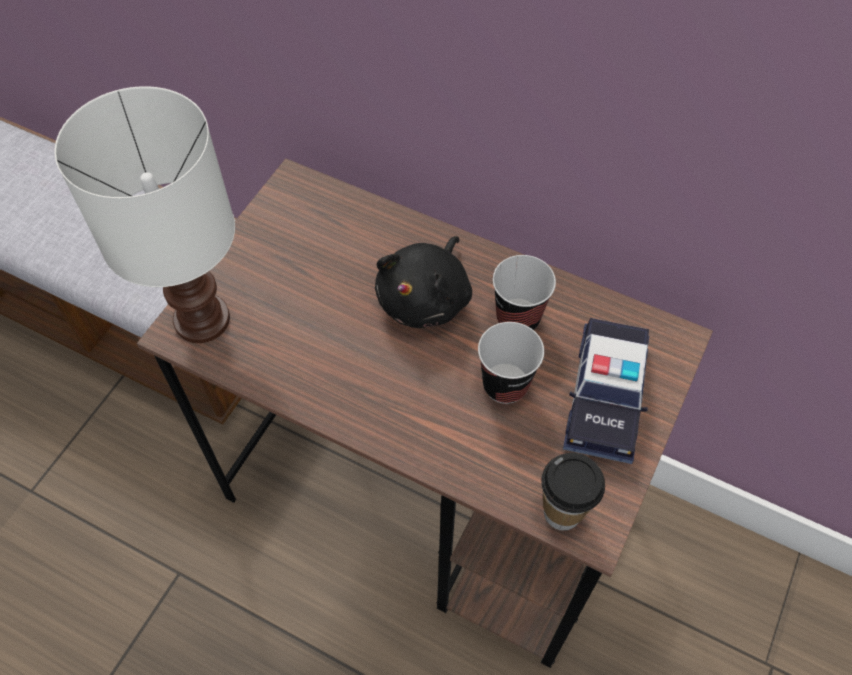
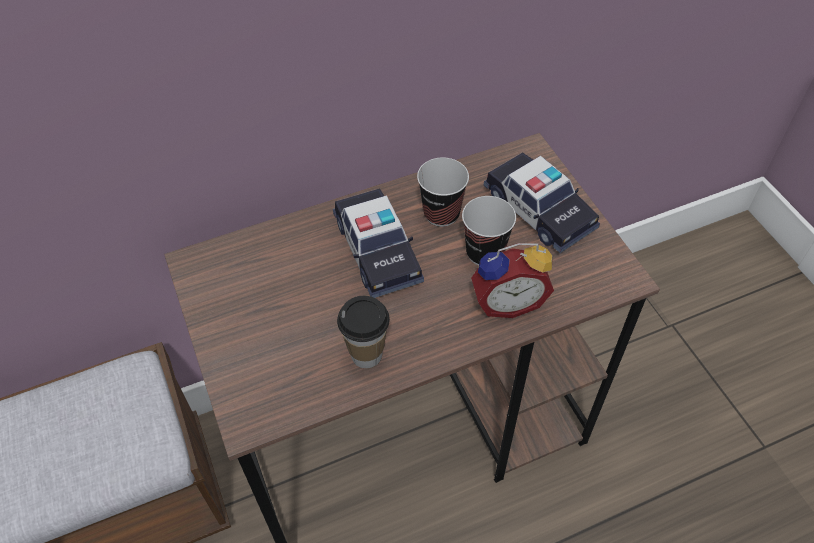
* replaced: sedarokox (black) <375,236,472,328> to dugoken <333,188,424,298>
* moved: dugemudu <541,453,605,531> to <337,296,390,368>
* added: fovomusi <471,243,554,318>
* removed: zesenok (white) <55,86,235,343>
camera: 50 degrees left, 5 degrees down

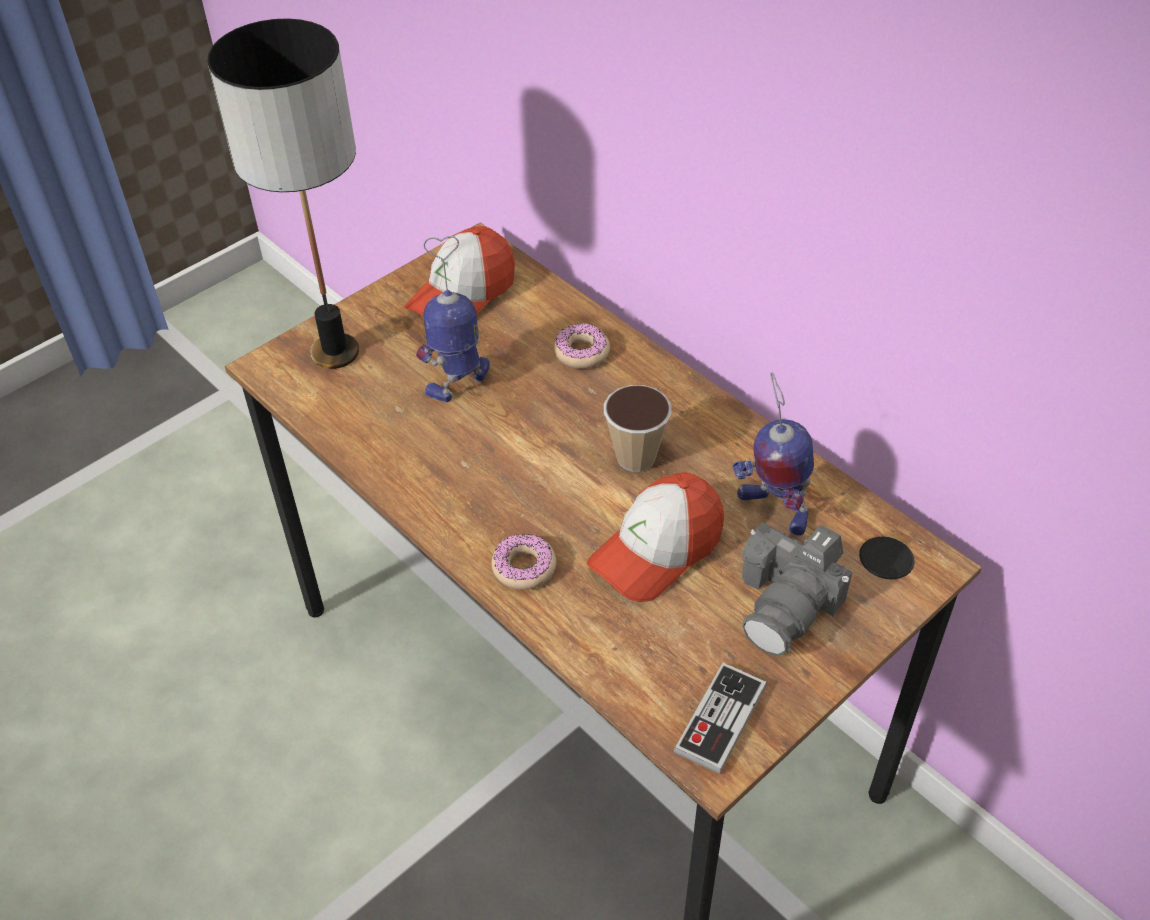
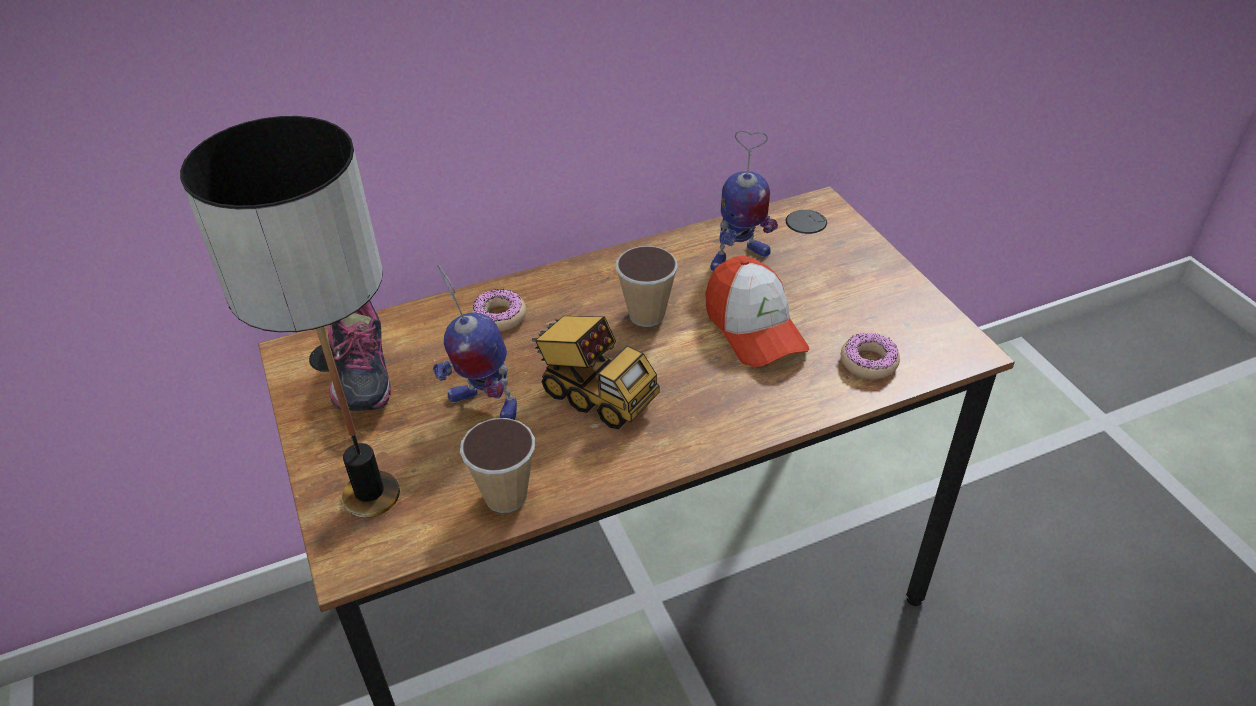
* replaced: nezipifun <404,226,515,316> to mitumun <328,301,391,411>
* turned: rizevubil <416,236,490,402> = <433,265,517,420> 45 degrees counterclockwise
* added: dugemudu <460,418,535,513>
* added: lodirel <532,316,659,429>
* moved: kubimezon <491,534,556,590> to <841,333,900,379>
* removed: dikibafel <674,663,767,774>
* removed: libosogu <742,522,852,655>
camera: 70 degrees left, 5 degrees down

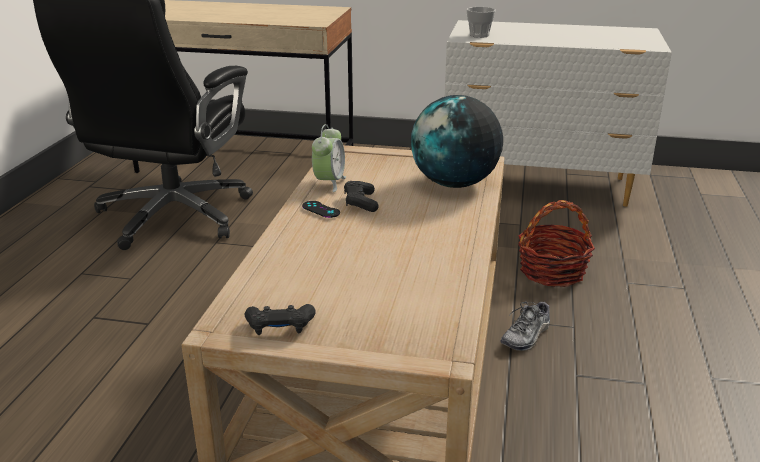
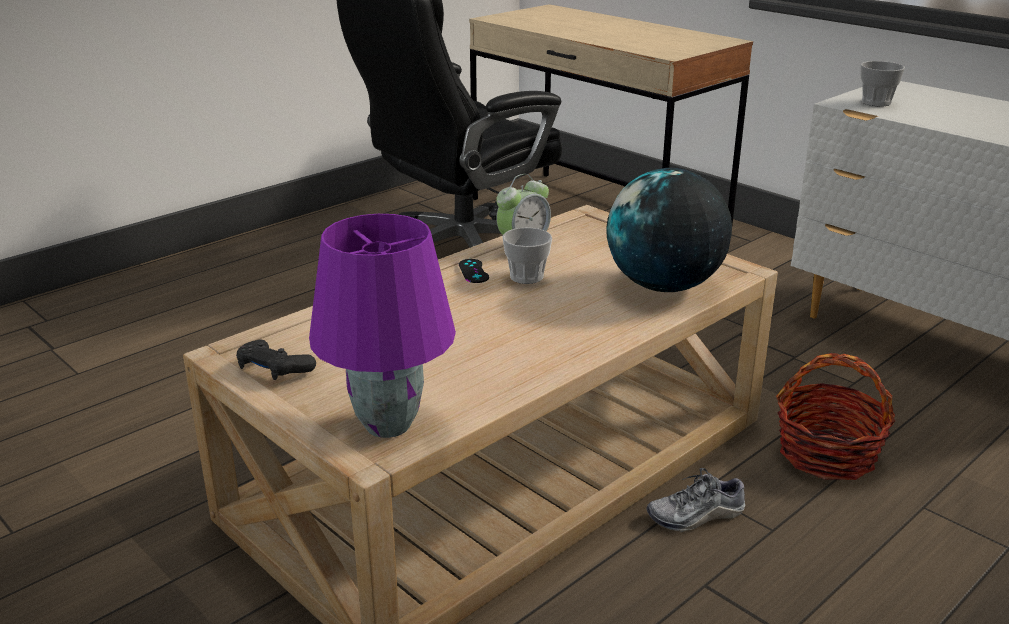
* added: zesenok (purple) <309,214,456,438>
* replaced: dikibafel (black) <344,181,379,212> to dugemudu <502,227,552,284>
camera: 35 degrees right, 0 degrees up

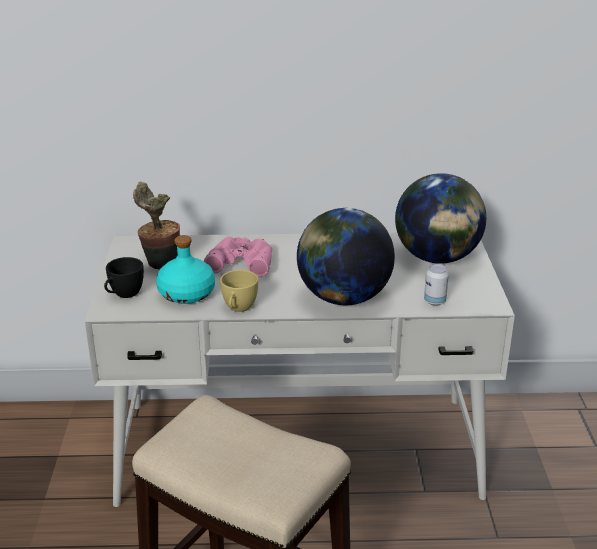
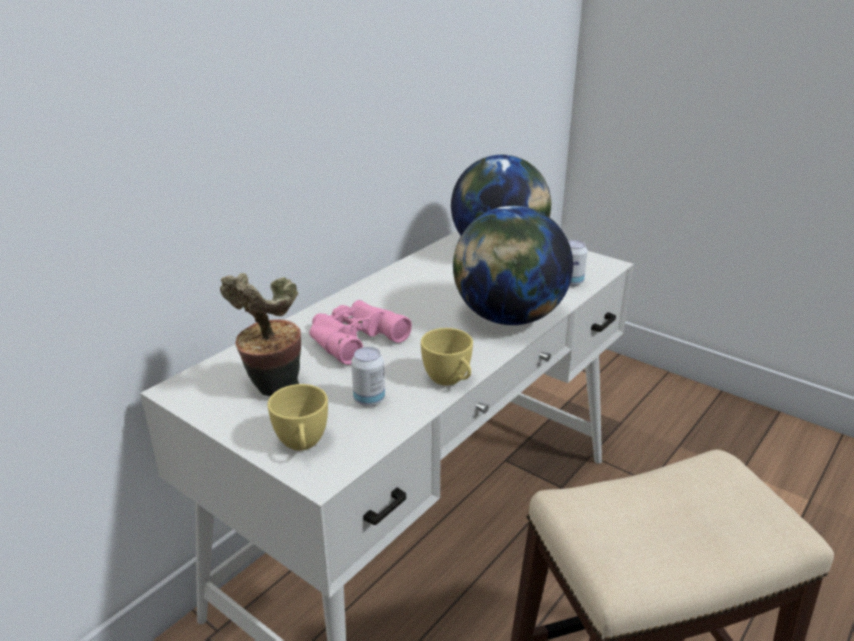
* recoloured: dugemudu (black) <104,257,144,298> to dugemudu (yellow) <268,384,328,451>
* replaced: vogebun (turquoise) <156,235,215,304> to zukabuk <351,347,385,407>
camera: 50 degrees left, 0 degrees up

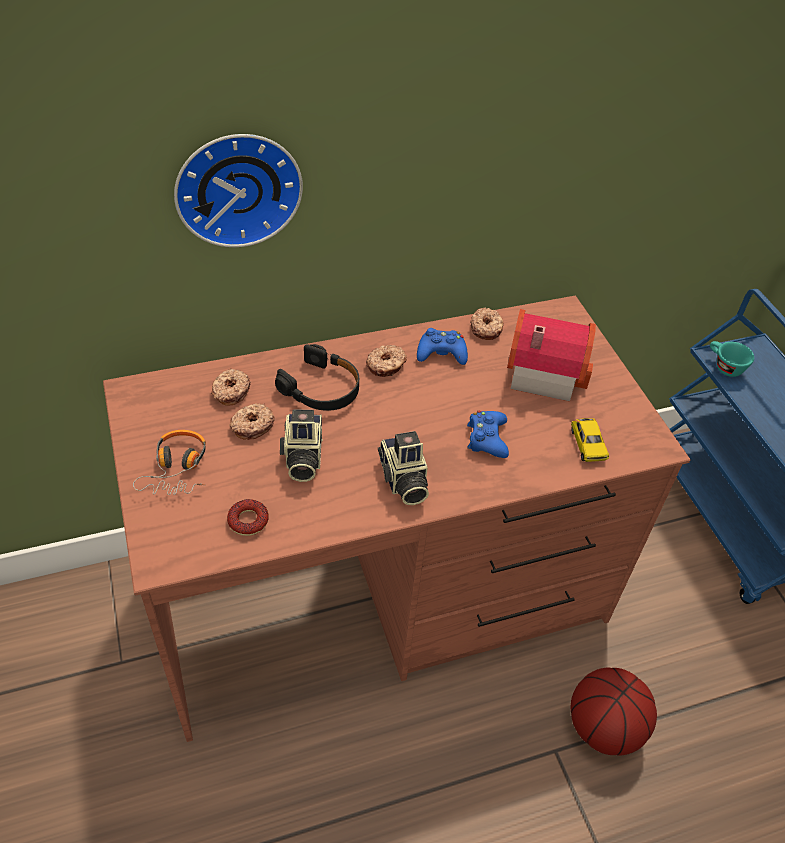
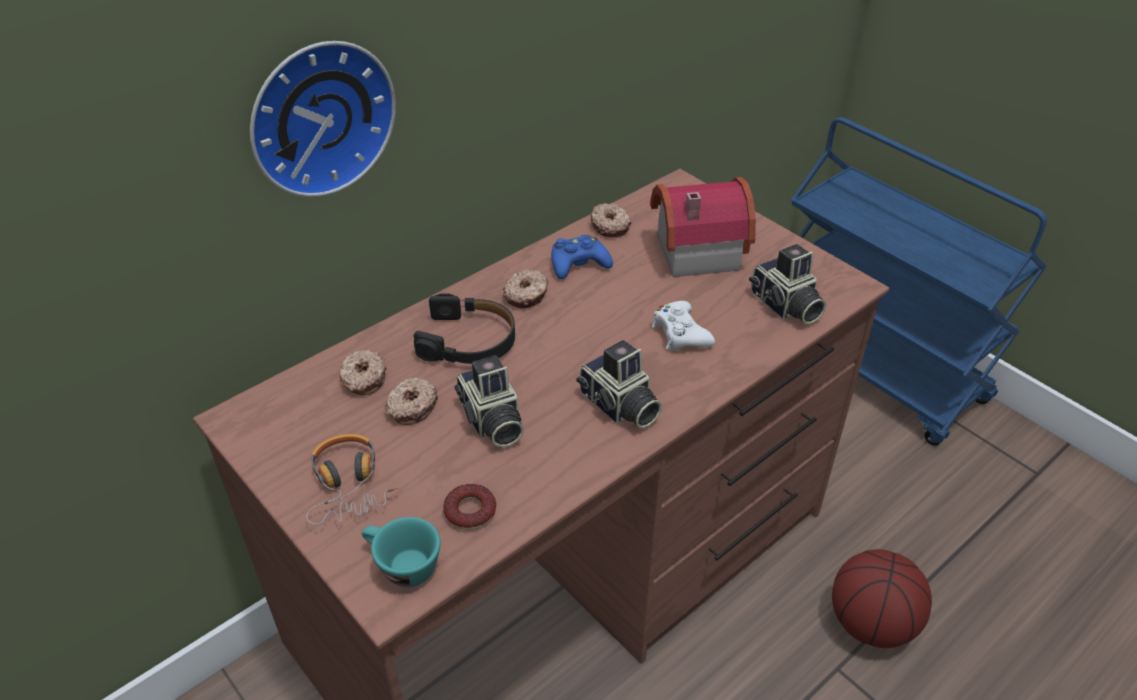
* moved: dugemudu (turquoise) <710,341,754,377> to <362,517,441,587>
* recoloured: dikibafel (blue) <467,411,509,458> to dikibafel (white) <652,301,715,351>
* replaced: dugoken <571,418,609,462> to libosogu <749,244,826,324>
camera: 20 degrees left, 5 degrees down

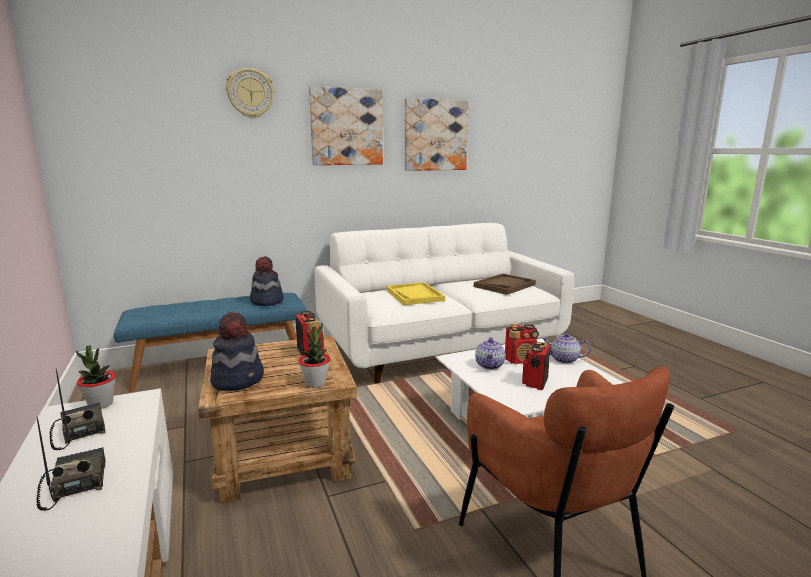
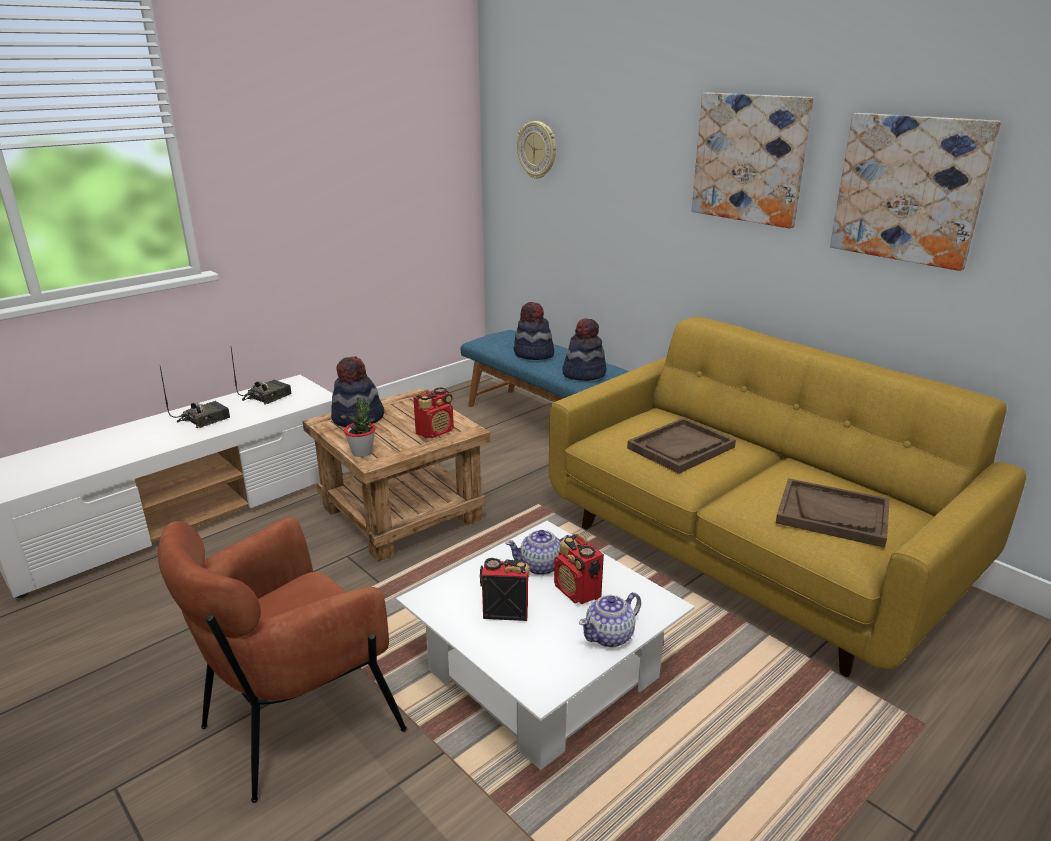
* added: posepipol <514,302,554,360>
* moved: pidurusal <226,68,275,118> to <517,121,556,179>
* recoloured: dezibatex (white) <314,223,574,384> to dezibatex (yellow) <549,317,1026,677>
* turned: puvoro <542,333,591,364> = <579,592,641,647> 120 degrees counterclockwise
* recoloured: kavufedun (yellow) <387,282,445,305> to kavufedun (brown) <627,418,736,474>
* removed: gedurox <76,345,116,409>
camera: 70 degrees right, 10 degrees up

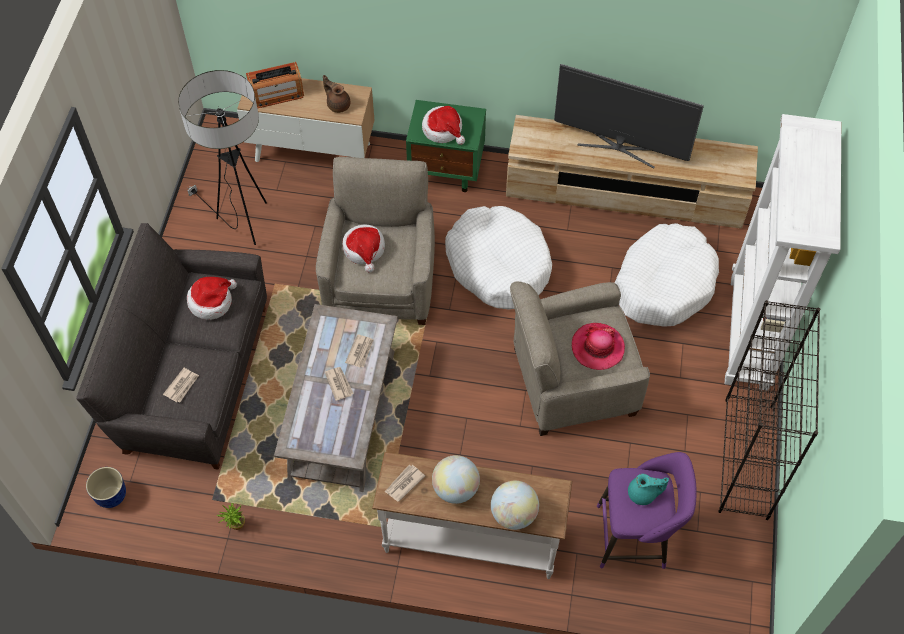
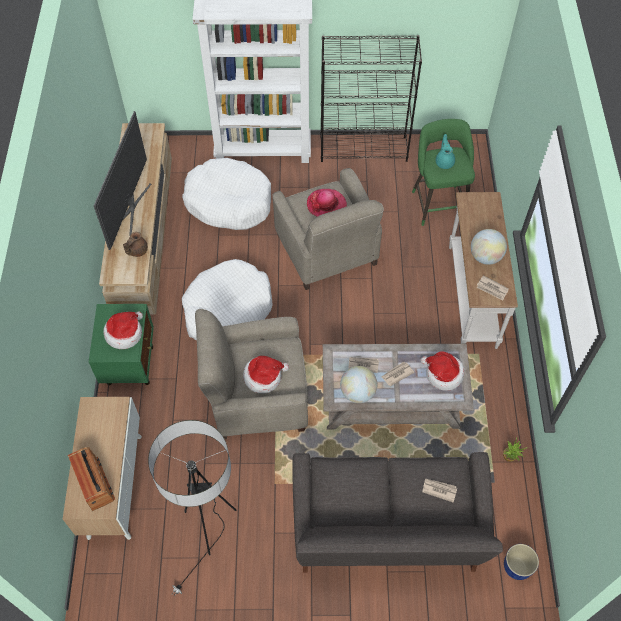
* moved: puvoro (brown) <323,75,351,113> to <123,232,148,257>
* moved: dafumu <491,481,539,530> to <340,366,377,403>
* recoloured: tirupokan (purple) <597,452,697,569> to tirupokan (green) <412,119,475,226>
* moved: posepipol <187,277,237,320> to <421,351,464,391>
camera: 100 degrees left, 0 degrees up

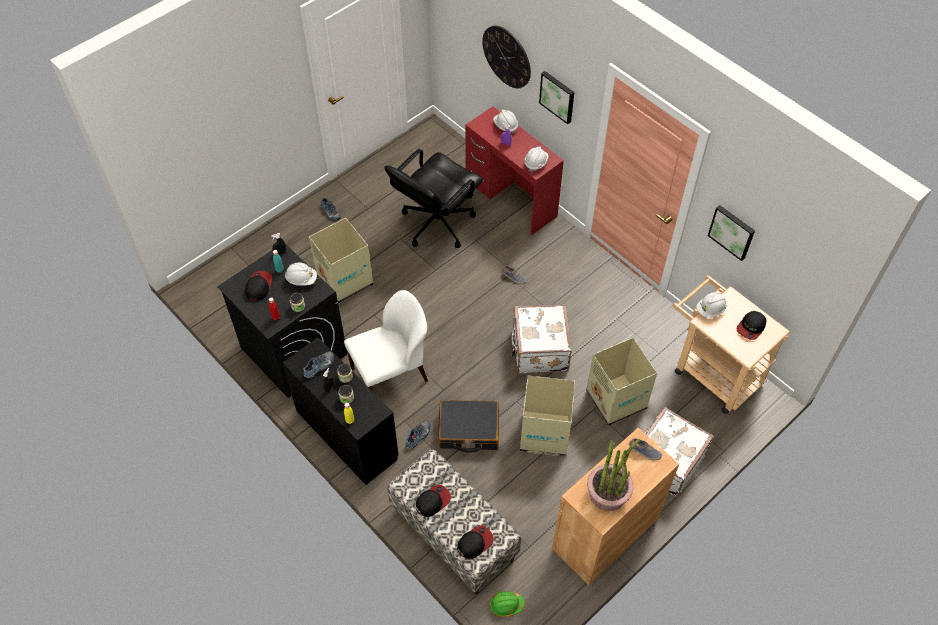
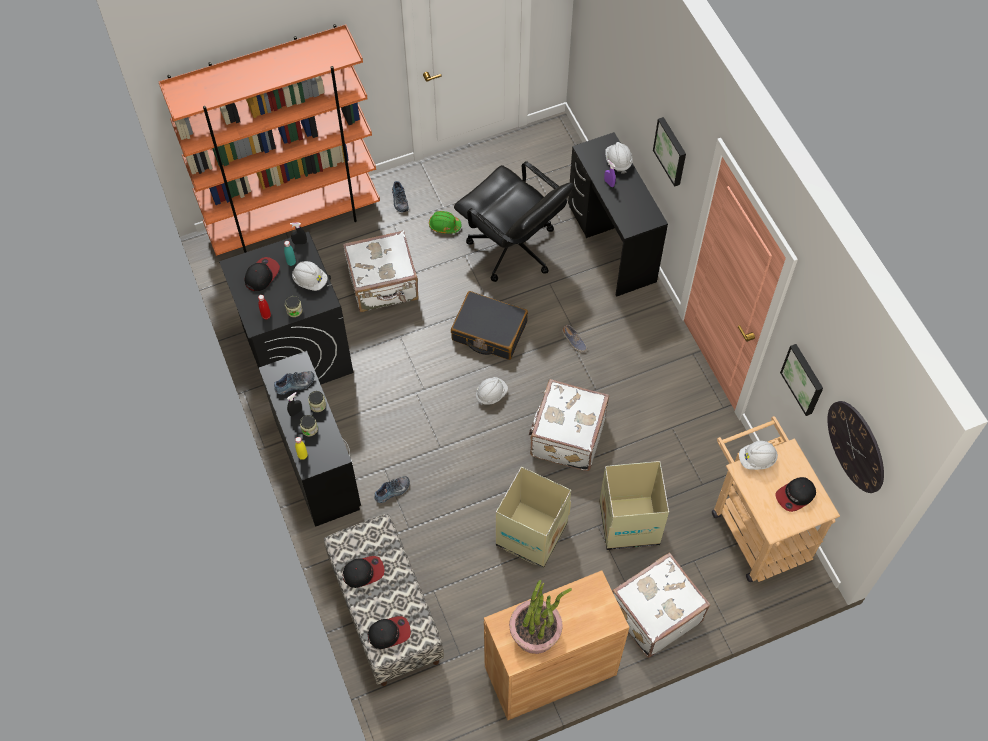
* added: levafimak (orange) <159,24,380,256>
* replaced: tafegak <309,218,373,304> to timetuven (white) <343,230,419,312>
* moved: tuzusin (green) <490,591,525,617> to <429,211,462,234>
* moved: timetuven (black) <439,400,499,453> to <451,291,528,360>
* turned: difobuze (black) <384,149,483,248> = <454,161,574,282> 105 degrees counterclockwise
* moved: tuzusin (white) <524,146,549,172> to <476,377,508,406>
* recoloured: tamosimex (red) <465,107,564,236> to tamosimex (black) <568,132,668,297>
* moved: pidurusal <482,26,531,88> to <828,401,884,493>
* removed: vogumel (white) <344,290,428,392>
* removed: mitumun <629,438,662,460>
camera: 20 degrees right, 5 degrees up

